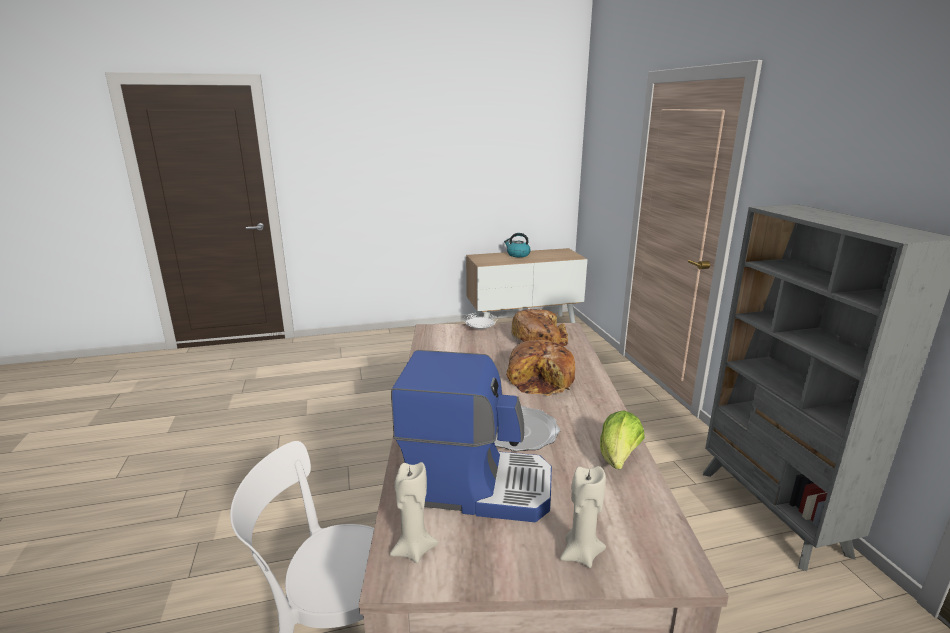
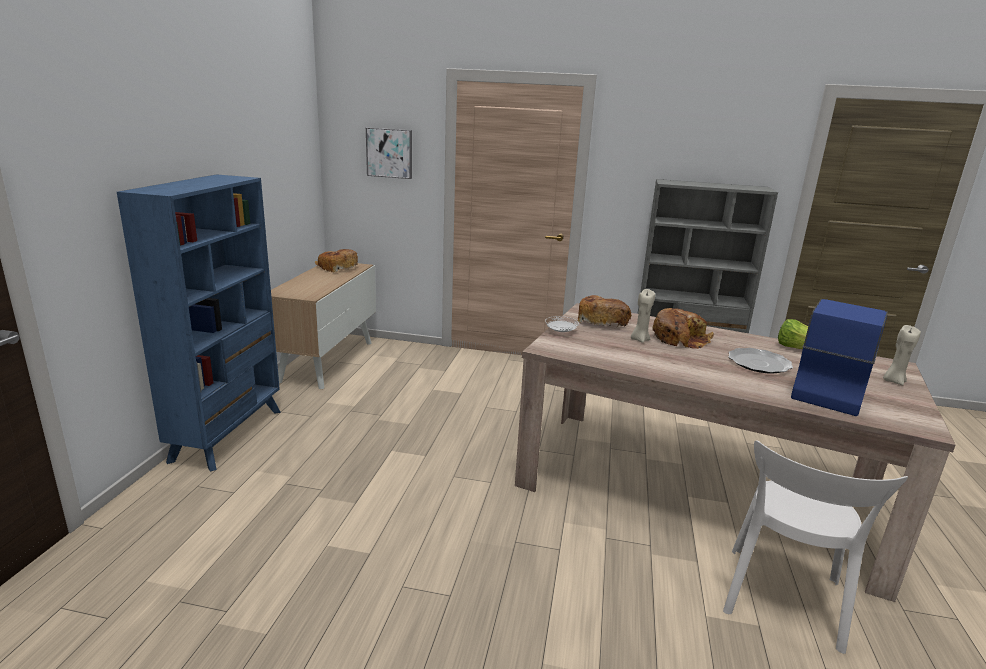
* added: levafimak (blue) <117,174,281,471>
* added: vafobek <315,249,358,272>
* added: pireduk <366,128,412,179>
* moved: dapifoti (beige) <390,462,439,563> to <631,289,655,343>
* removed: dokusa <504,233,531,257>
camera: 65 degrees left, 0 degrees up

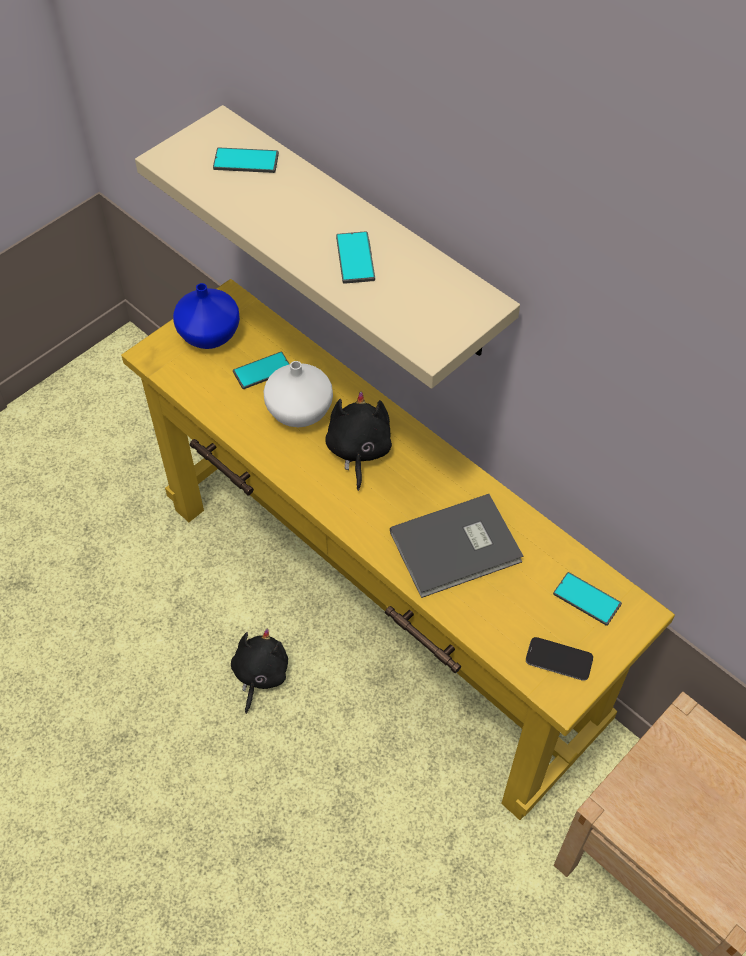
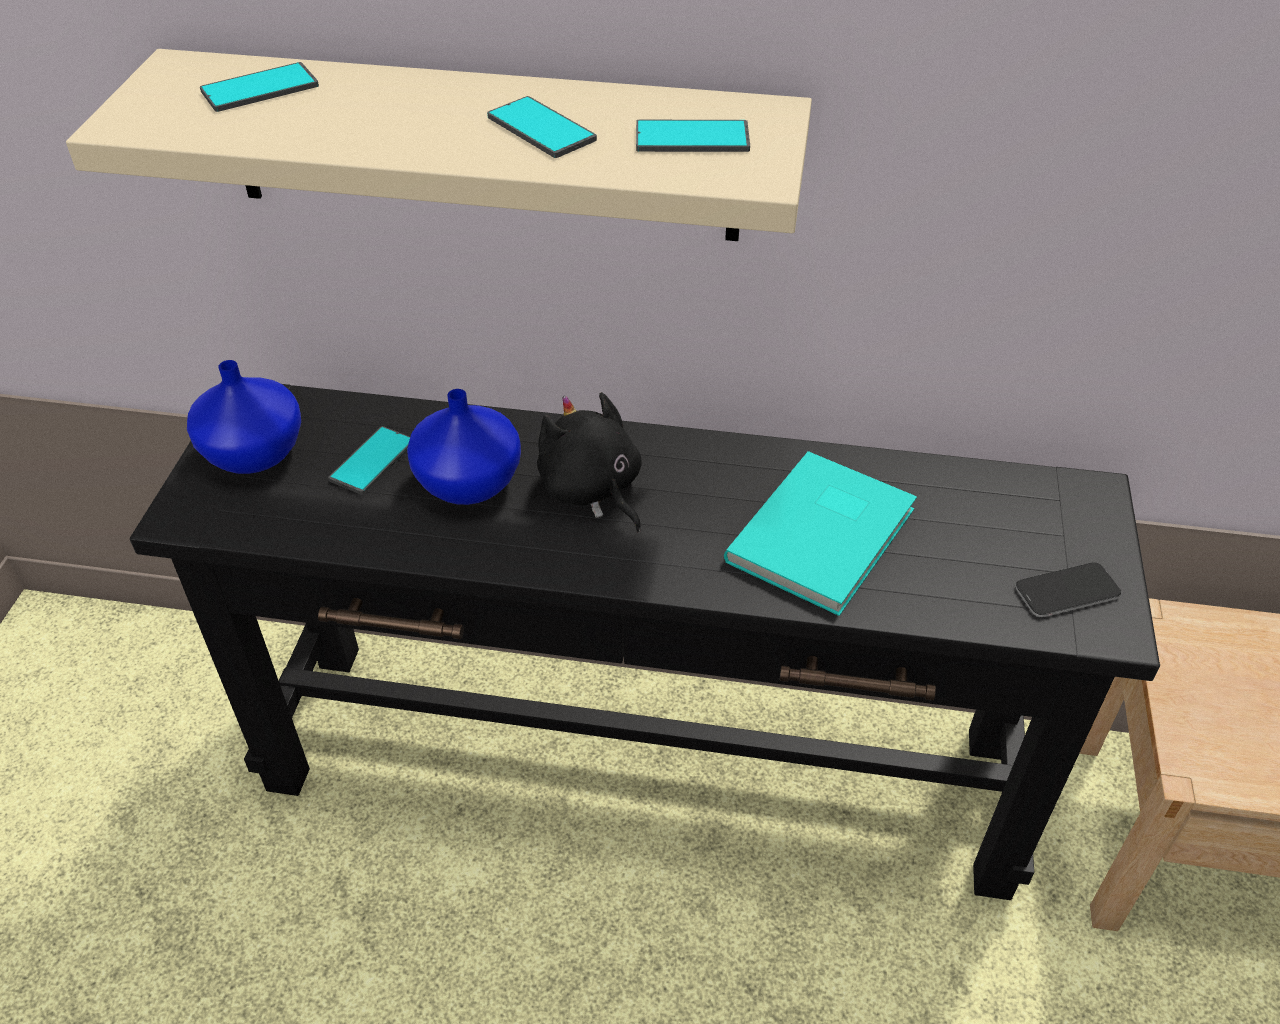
* recoloured: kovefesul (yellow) <121,279,675,820> to kovefesul (black) <130,384,1160,900>
* recoloured: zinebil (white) <263,361,333,427> to zinebil (blue) <407,389,521,505>
* moved: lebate <553,572,622,626> to <636,120,750,152>
* recoloured: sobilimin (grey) <390,494,523,598> to sobilimin (turquoise) <724,451,917,616>
* removed: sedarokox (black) <231,629,288,714>
camera: 35 degrees left, 10 degrees down

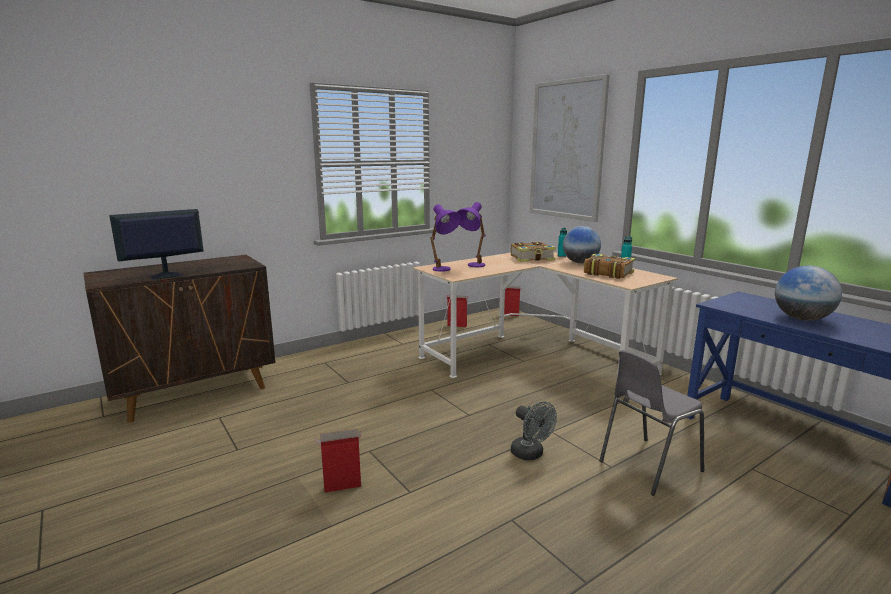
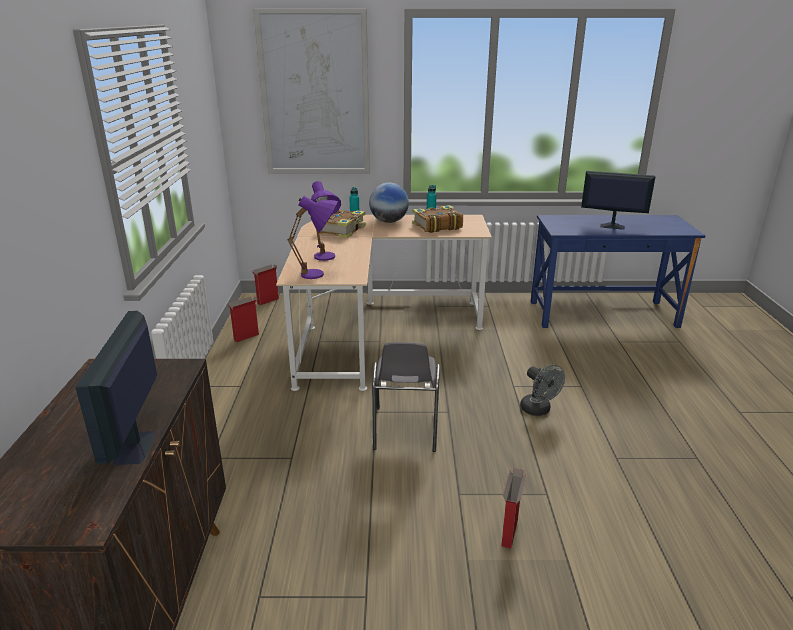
* moved: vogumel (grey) <599,350,704,496> to <372,342,440,452>
* turned: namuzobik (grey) <511,401,557,460> = <520,365,565,416> 60 degrees clockwise
* replaced: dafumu <775,266,842,321> to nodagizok <581,171,655,229>
camera: 55 degrees left, 10 degrees up

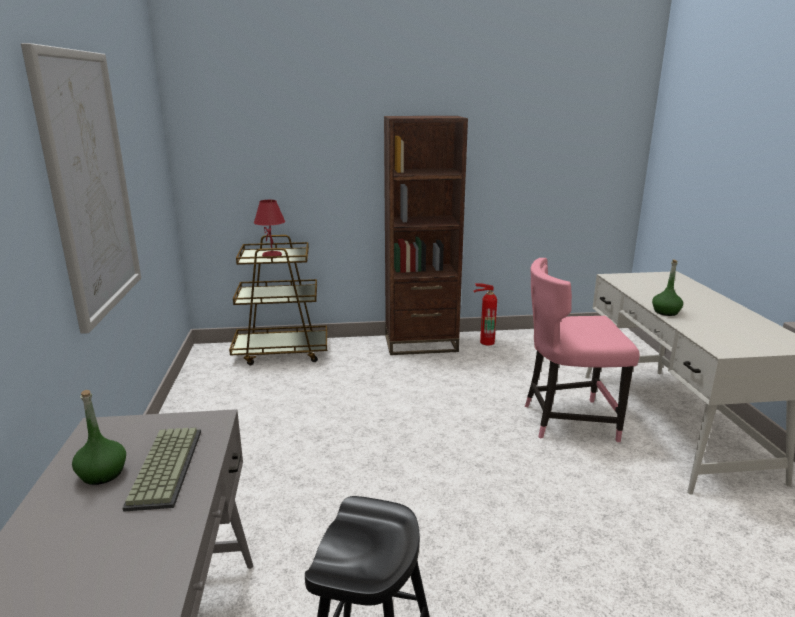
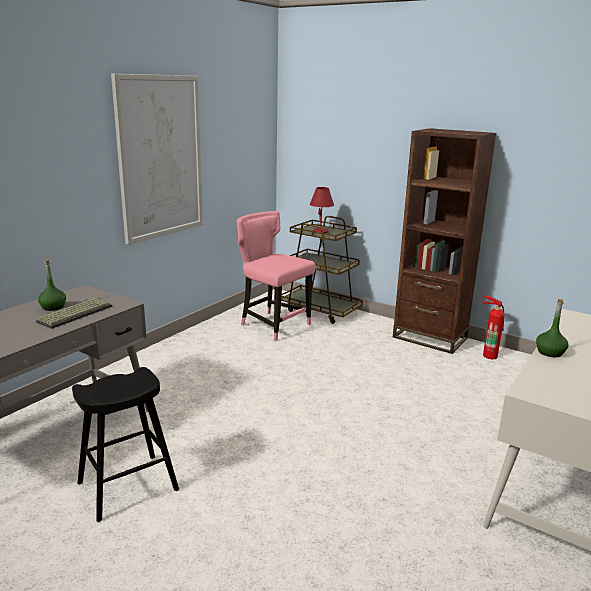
* moved: vogumel (pink) <525,258,640,442> to <237,211,316,341>
camera: 40 degrees right, 0 degrees up

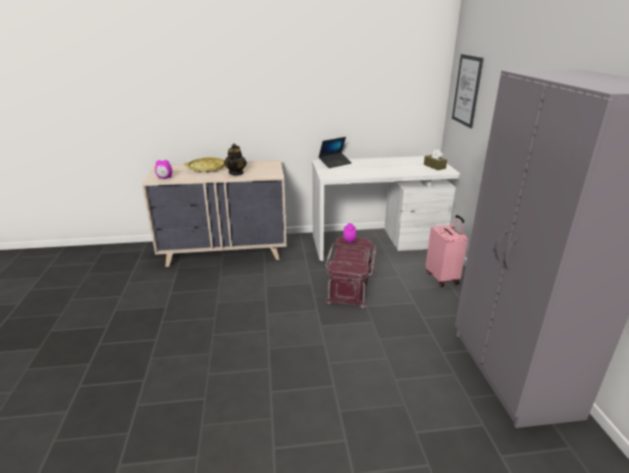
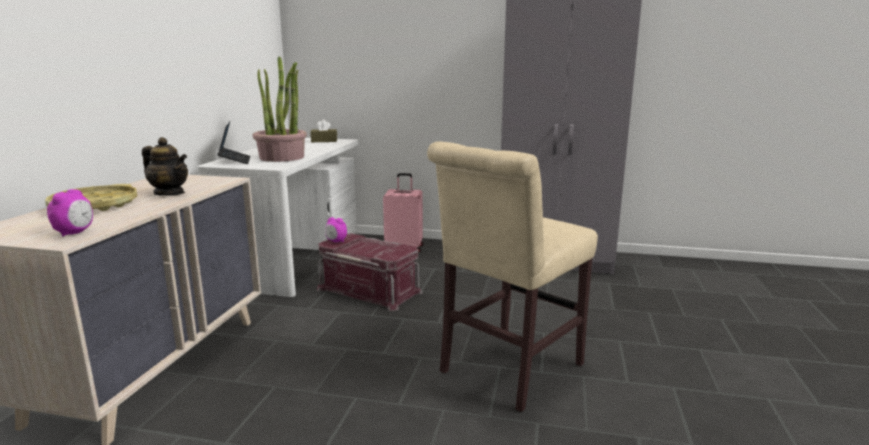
* added: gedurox <253,56,307,162>
* added: vogumel (beige) <427,141,598,412>
* removed: pireduk <452,54,484,128>
camera: 70 degrees left, 10 degrees down

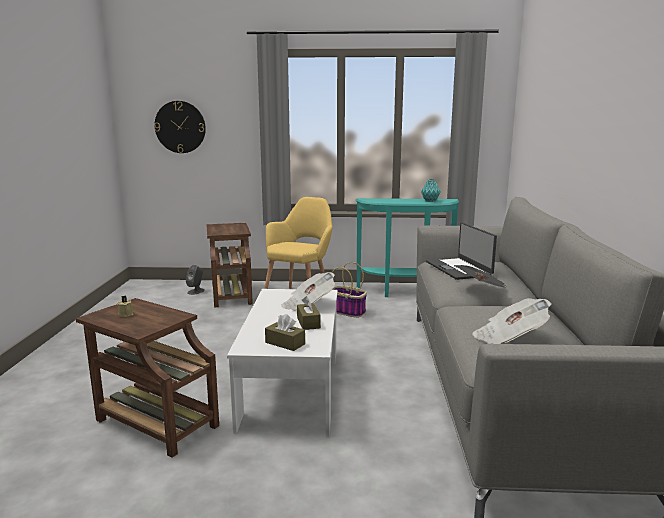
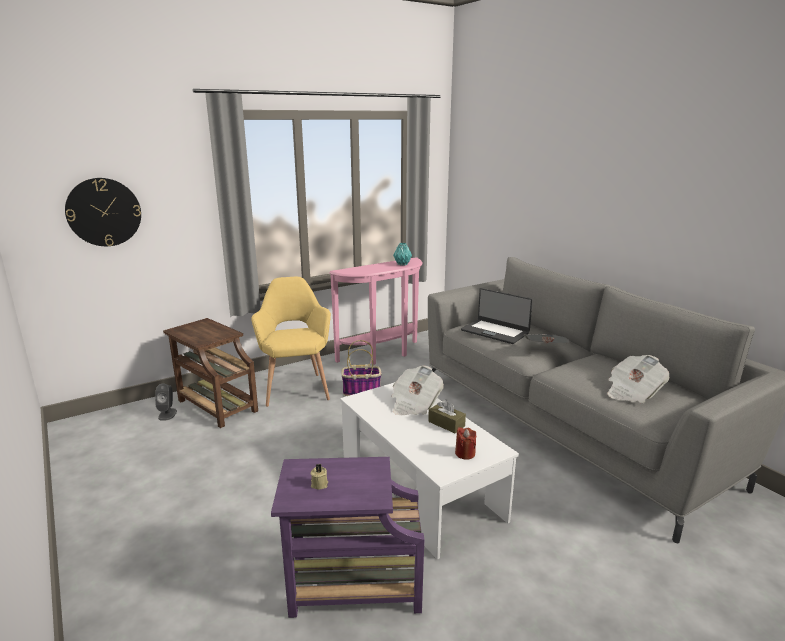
* recoloured: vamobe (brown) <76,298,219,458> to vamobe (purple) <271,457,424,618>
* recoloured: kovefesul (turquoise) <355,198,459,297> to kovefesul (pink) <329,257,423,365>
* replaced: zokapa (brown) <265,314,305,351> to dapifoti (red) <455,427,476,460>
camera: 35 degrees left, 5 degrees up

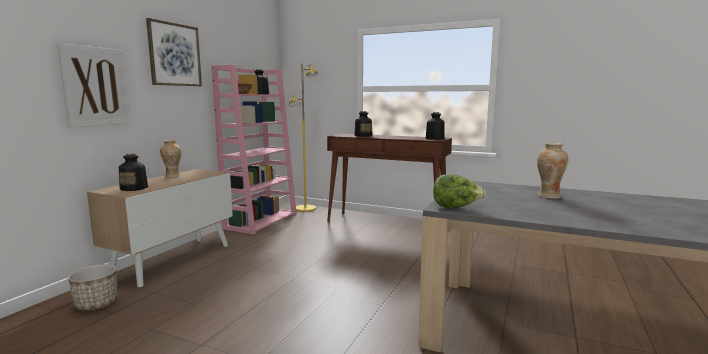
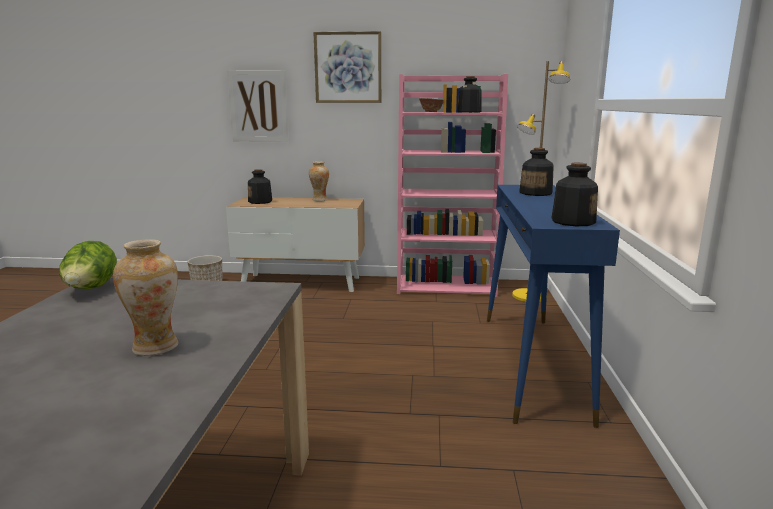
* recoloured: kovefesul (brown) <327,134,452,223> to kovefesul (blue) <487,185,620,428>
camera: 70 degrees right, 5 degrees up

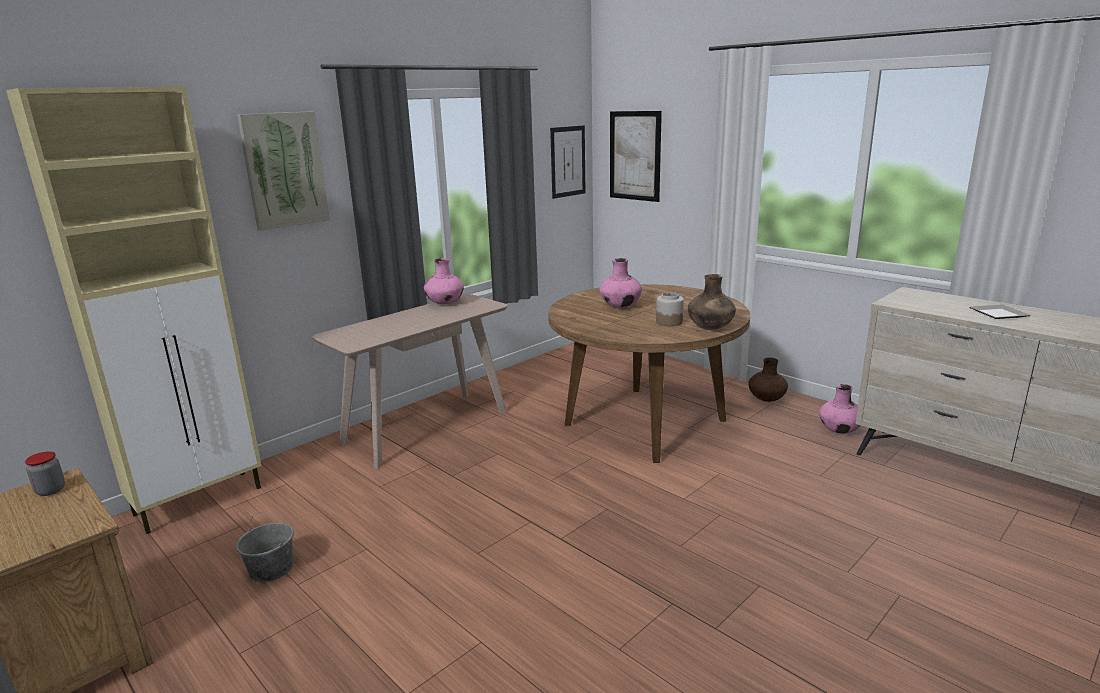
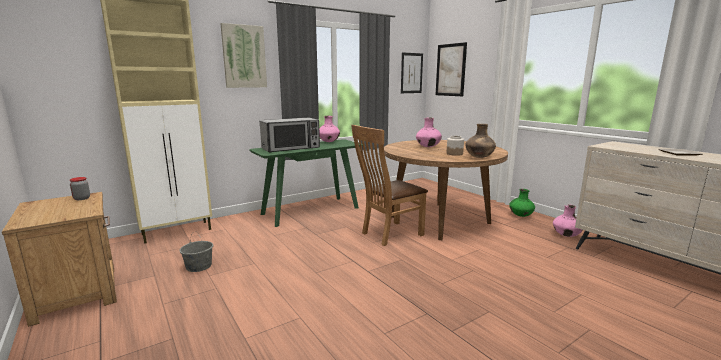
* recoloured: kovefesul (beige) <312,294,508,468> to kovefesul (green) <249,139,363,227>
* added: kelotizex <260,118,320,153>
* added: vogumel (brown) <351,125,428,246>
* recoloured: zinebil (brown) <748,357,788,402> to zinebil (green) <509,189,535,217>
camera: 10 degrees right, 5 degrees down

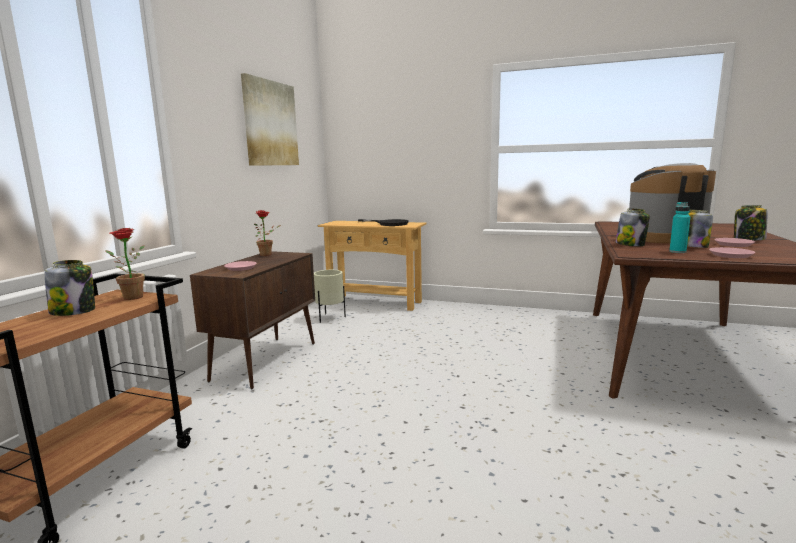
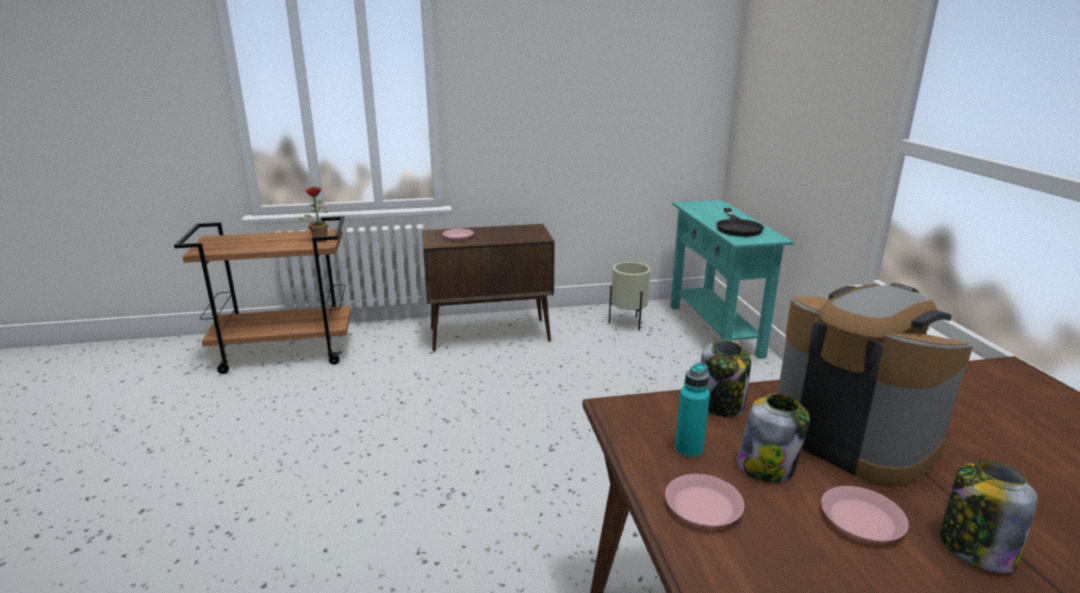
* recoloured: kovefesul (beige) <318,221,426,311> to kovefesul (turquoise) <670,200,794,359>
* removed: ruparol <45,260,95,316>
* removed: pireduk <241,73,299,166>
* removed: gedurox <254,210,281,256>
camera: 60 degrees right, 10 degrees up

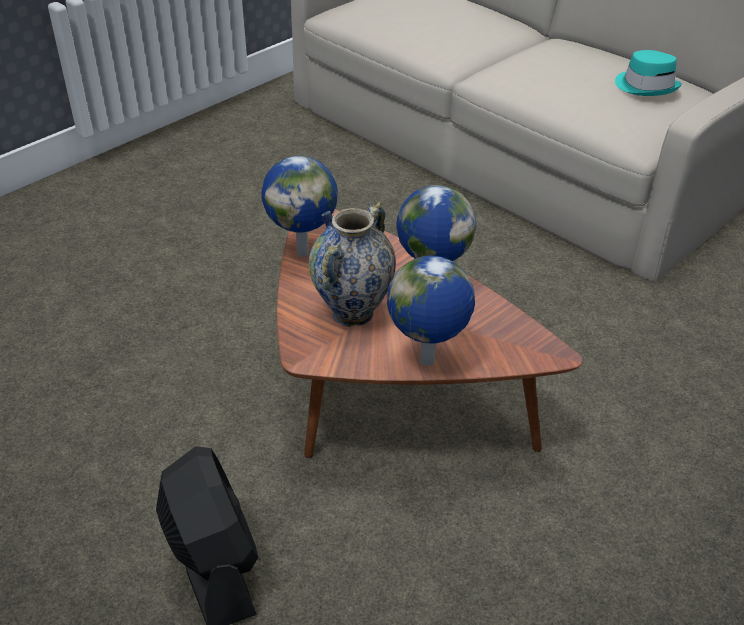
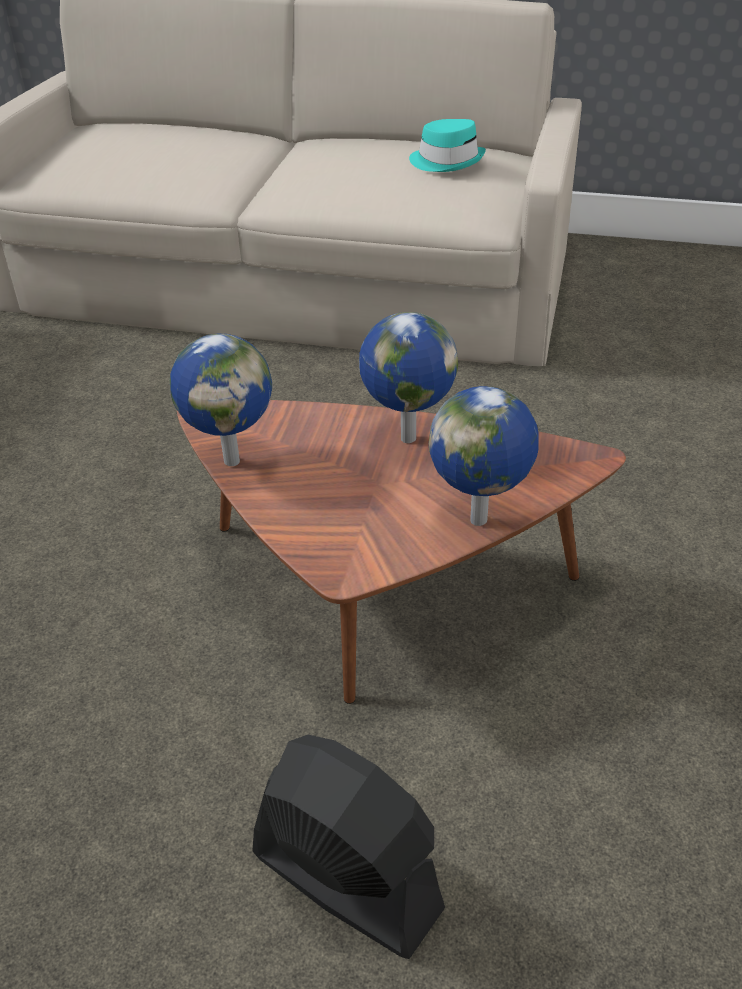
* removed: zinebil <309,202,396,327>
camera: 30 degrees left, 0 degrees up

